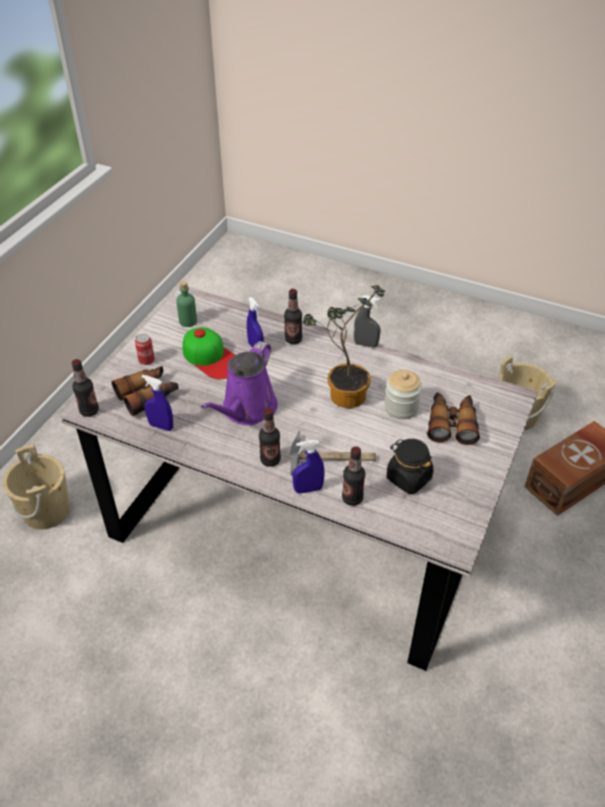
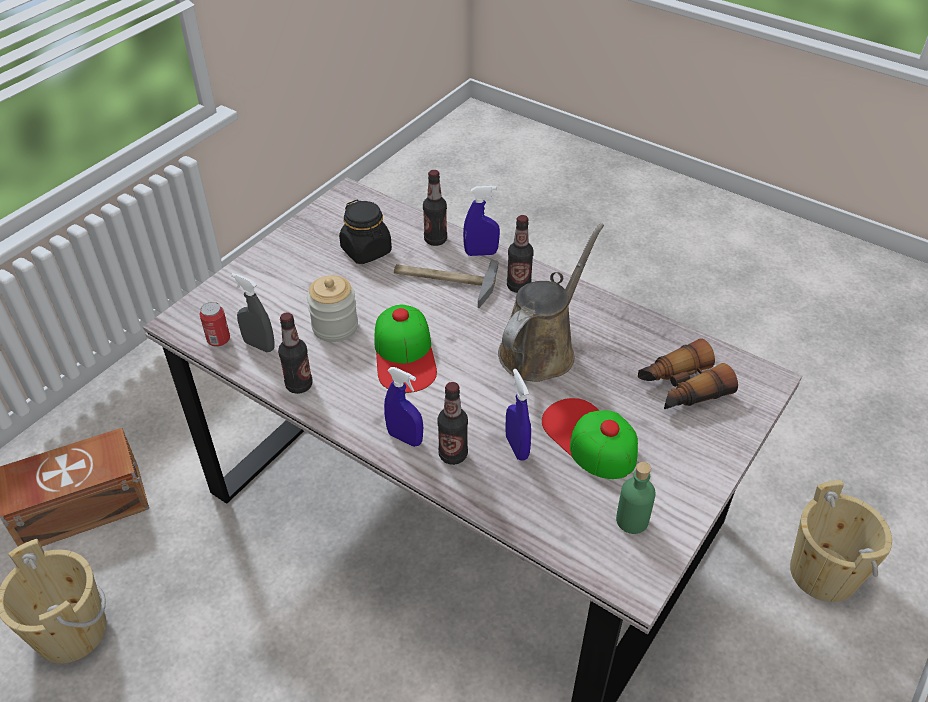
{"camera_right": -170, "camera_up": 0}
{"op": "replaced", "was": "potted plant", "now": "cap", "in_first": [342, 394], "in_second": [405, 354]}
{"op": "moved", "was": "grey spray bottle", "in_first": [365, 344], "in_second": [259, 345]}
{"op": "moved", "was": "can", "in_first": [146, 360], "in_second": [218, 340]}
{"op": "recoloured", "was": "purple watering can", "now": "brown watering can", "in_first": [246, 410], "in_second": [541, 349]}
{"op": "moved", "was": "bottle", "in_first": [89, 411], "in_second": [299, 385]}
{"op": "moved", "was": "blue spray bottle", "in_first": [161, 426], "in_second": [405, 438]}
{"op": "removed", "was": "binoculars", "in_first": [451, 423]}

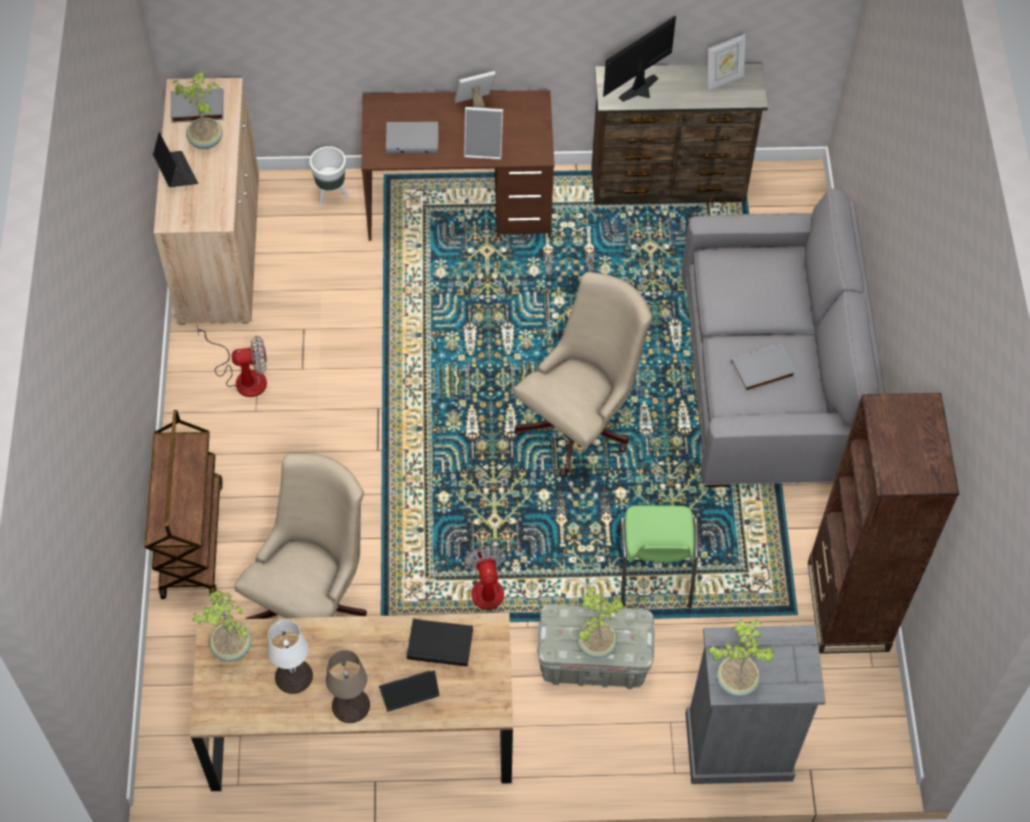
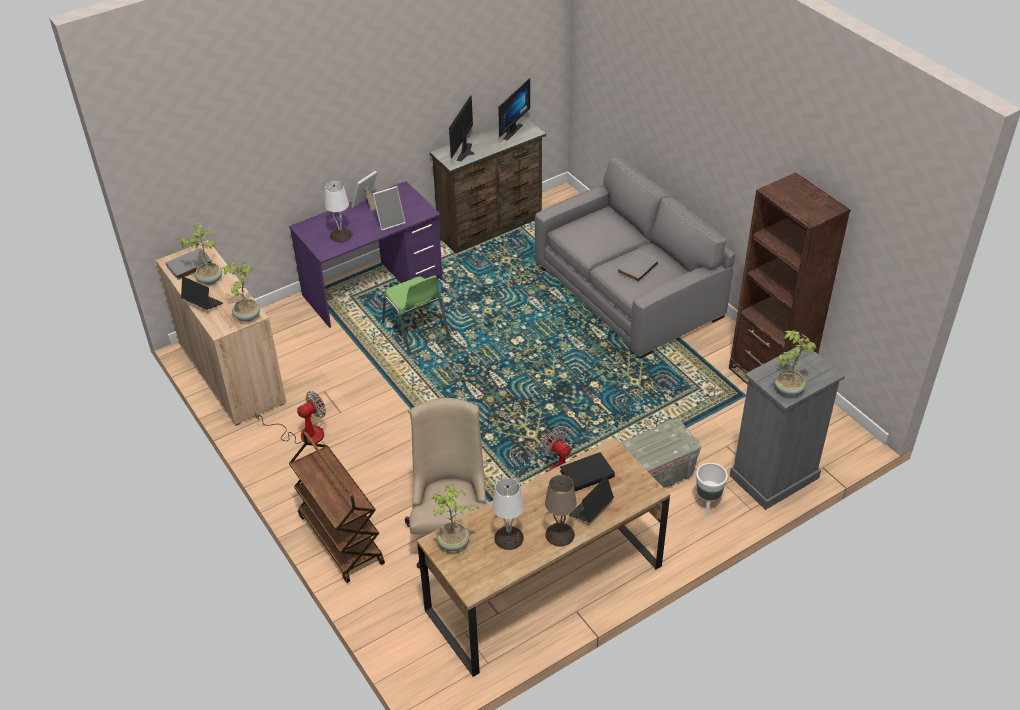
{"camera_right": -30, "camera_up": -15}
{"op": "replaced", "was": "picture frame", "now": "monitor", "in_first": [723, 80], "in_second": [509, 131]}
{"op": "recoloured", "was": "brown desk", "now": "purple desk", "in_first": [459, 206], "in_second": [373, 287]}
{"op": "replaced", "was": "grey book", "now": "white table lamp", "in_first": [412, 139], "in_second": [341, 235]}
{"op": "moved", "was": "white planter", "in_first": [331, 194], "in_second": [707, 504]}
{"op": "removed", "was": "beige office chair", "in_first": [580, 422]}
{"op": "moved", "was": "green chair", "in_first": [654, 570], "in_second": [416, 330]}
{"op": "moved", "was": "potted plant", "in_first": [595, 644], "in_second": [246, 316]}

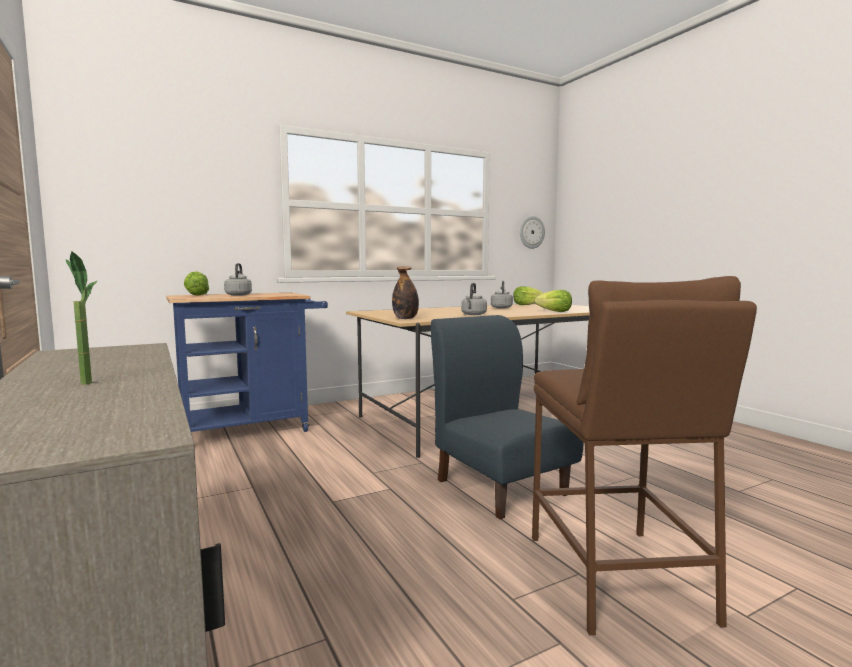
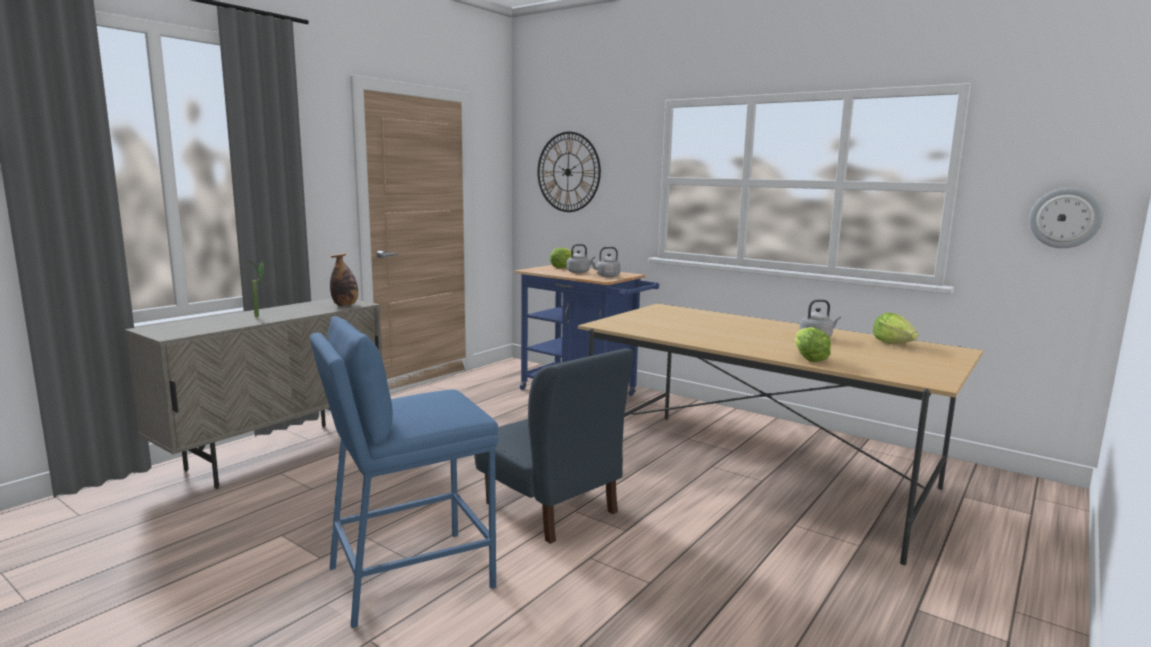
{"camera_right": 65, "camera_up": 5}
{"op": "moved", "was": "bottle", "in_first": [405, 318], "in_second": [345, 305]}
{"op": "recoloured", "was": "brown stool", "now": "blue stool", "in_first": [616, 576], "in_second": [409, 576]}
{"op": "moved", "was": "grey kettle", "in_first": [473, 314], "in_second": [606, 276]}
{"op": "turned", "was": "blue chair", "in_first": [500, 486], "in_second": [551, 508], "clockwise": 105}
{"op": "added", "now": "wall clock", "in_second": [568, 172]}

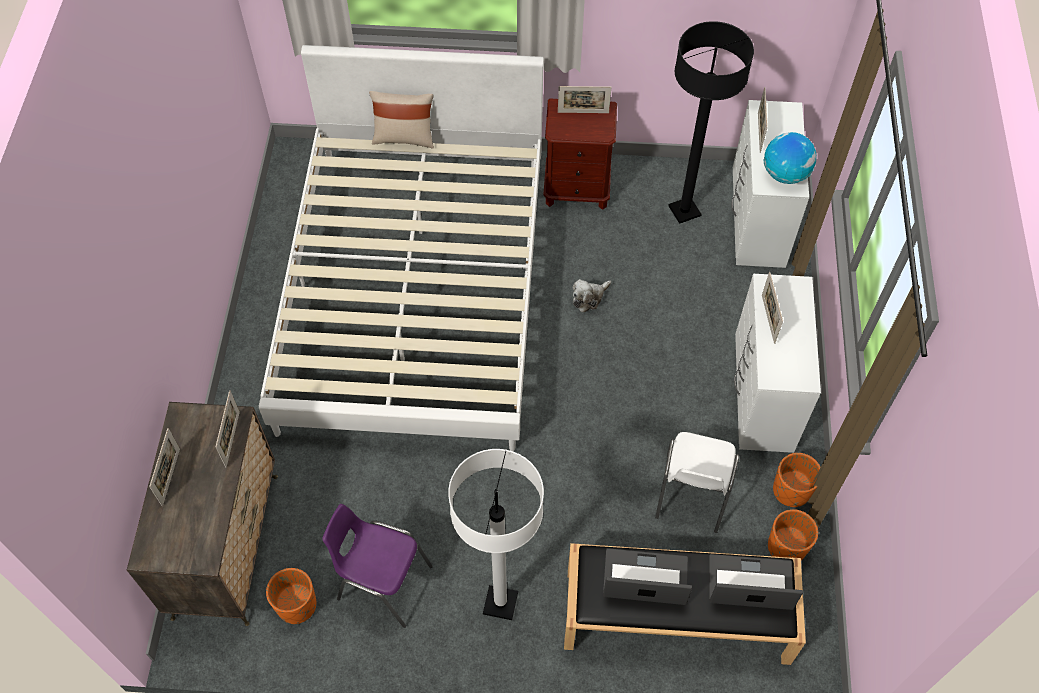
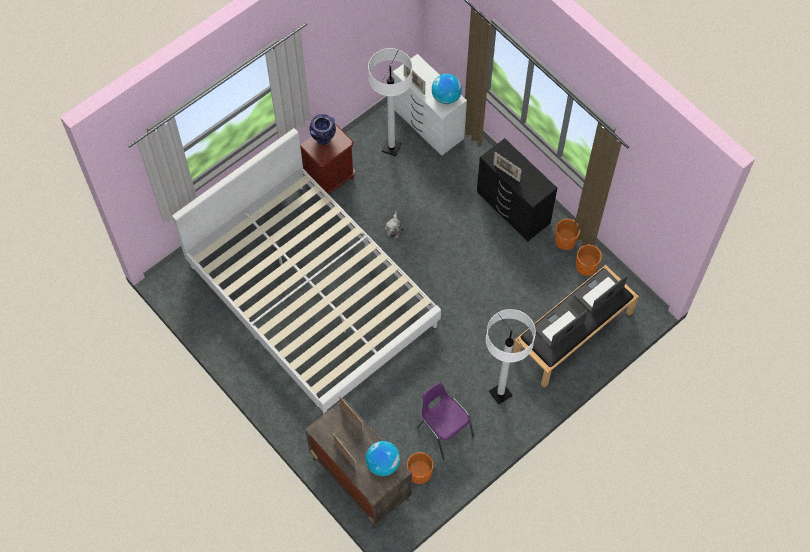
{"camera_right": -45, "camera_up": 5}
{"op": "recoloured", "was": "black floor lamp", "now": "white floor lamp", "in_first": [684, 211], "in_second": [391, 148]}
{"op": "replaced", "was": "picture frame", "now": "vase", "in_first": [583, 112], "in_second": [323, 139]}
{"op": "removed", "was": "beige pillow", "in_first": [404, 137]}
{"op": "recoloured", "was": "white dresser", "now": "black dresser", "in_first": [761, 395], "in_second": [513, 209]}
{"op": "removed", "was": "white chair", "in_first": [691, 495]}
{"op": "turned", "was": "purple chair", "in_first": [382, 582], "in_second": [444, 431], "clockwise": 75}
{"op": "added", "now": "globe", "in_second": [382, 463]}

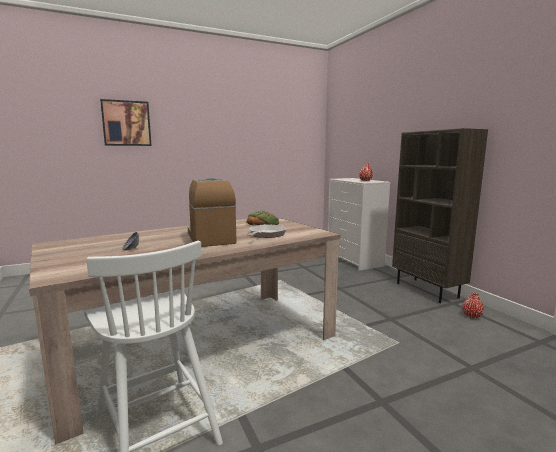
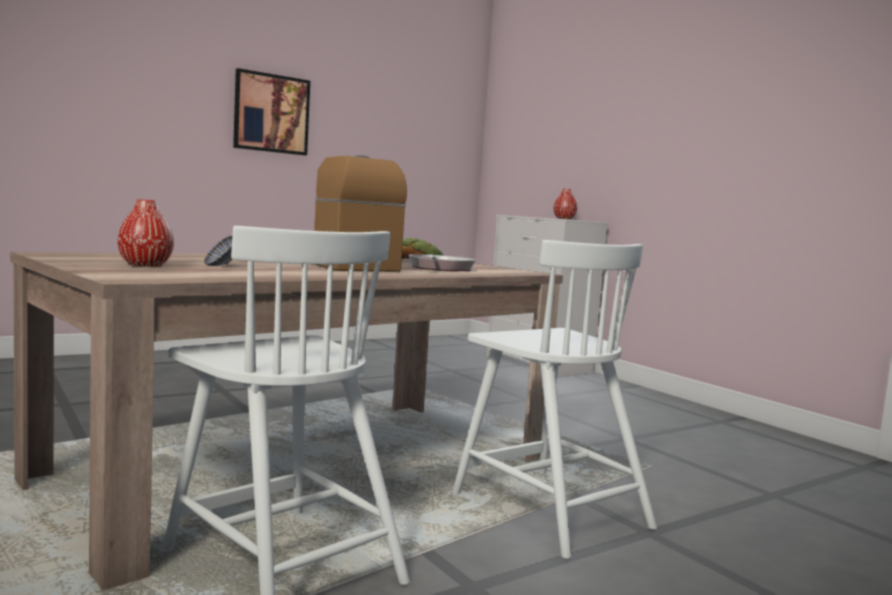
{"camera_right": -10, "camera_up": -5}
{"op": "moved", "was": "picture", "in_first": [126, 123], "in_second": [271, 113]}
{"op": "removed", "was": "brown bookcase", "in_first": [427, 290]}
{"op": "moved", "was": "red vase", "in_first": [472, 316], "in_second": [145, 265]}
{"op": "added", "now": "white chair", "in_second": [548, 509]}

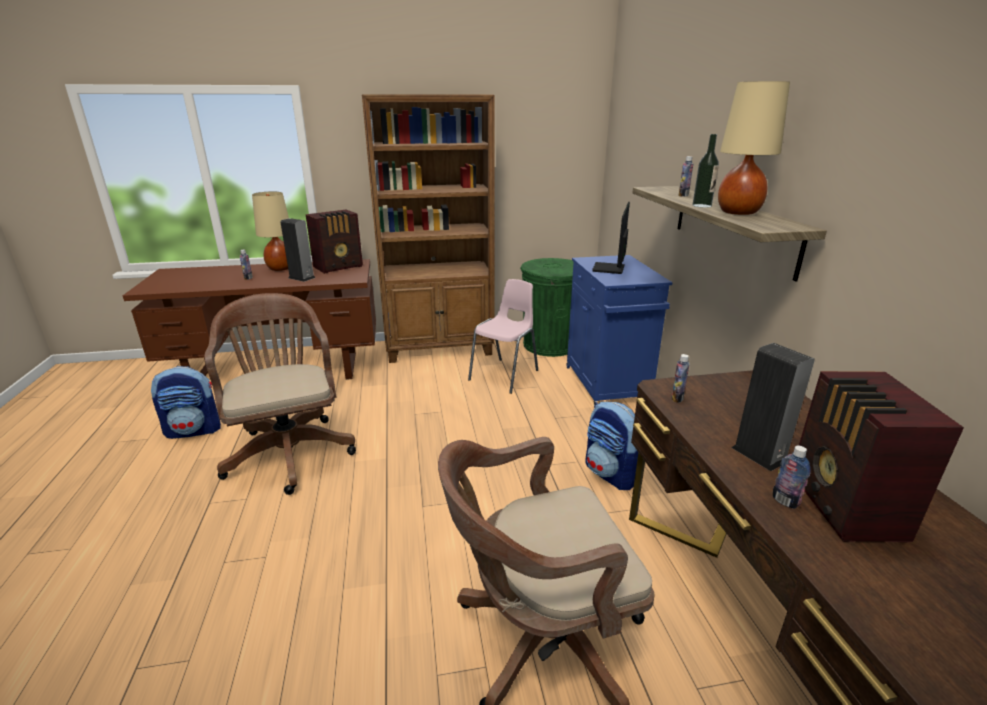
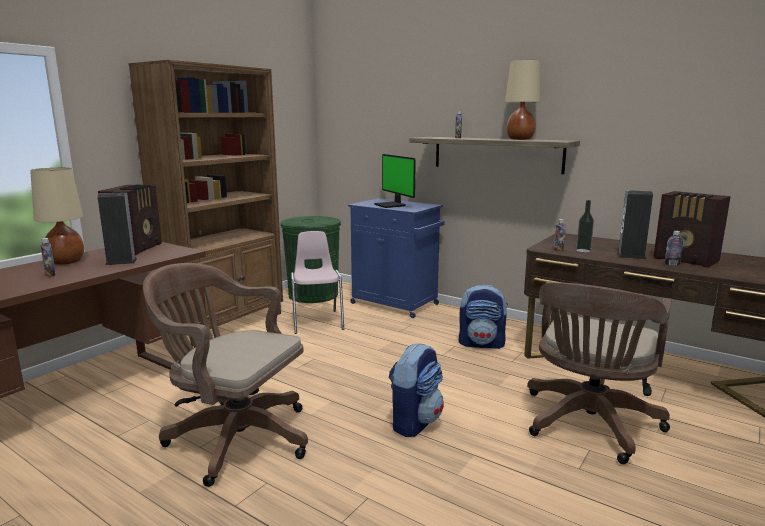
{"camera_right": -45, "camera_up": -10}
{"op": "moved", "was": "bottle", "in_first": [701, 206], "in_second": [583, 250]}
{"op": "moved", "was": "backpack", "in_first": [194, 430], "in_second": [414, 422]}

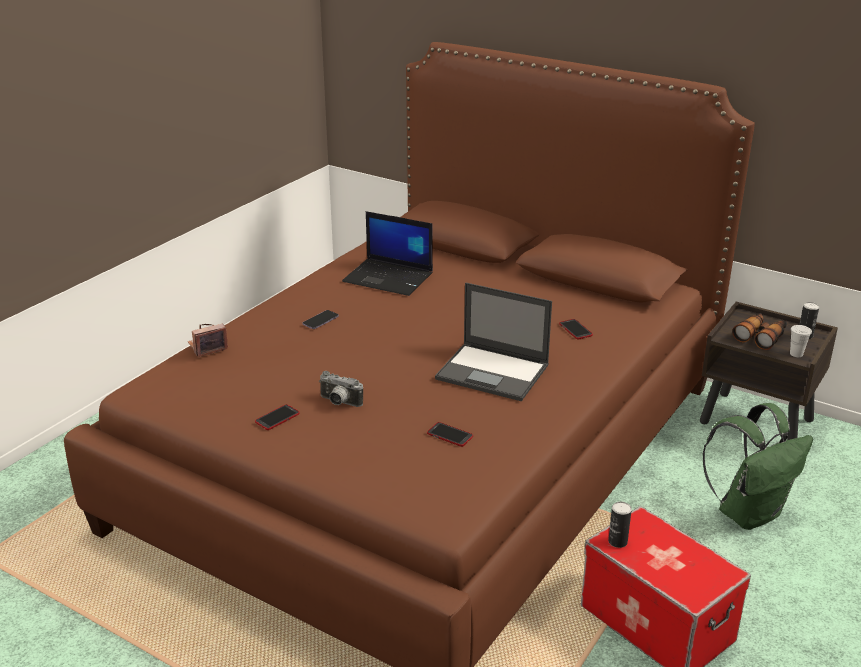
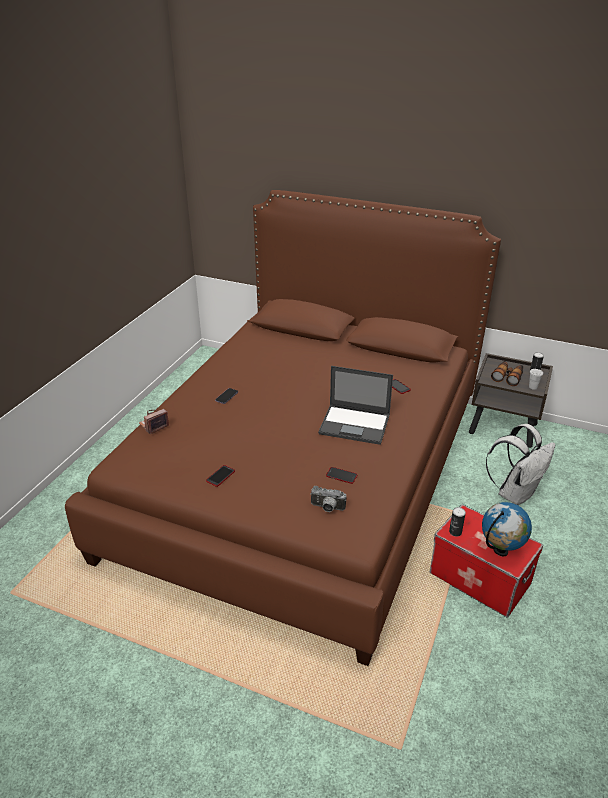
{"camera_right": -10, "camera_up": 5}
{"op": "removed", "was": "laptop", "in_first": [389, 278]}
{"op": "moved", "was": "photo camera", "in_first": [339, 403], "in_second": [327, 508]}
{"op": "recoloured", "was": "green backpack", "now": "white backpack", "in_first": [749, 513], "in_second": [515, 493]}
{"op": "added", "now": "globe", "in_second": [500, 551]}

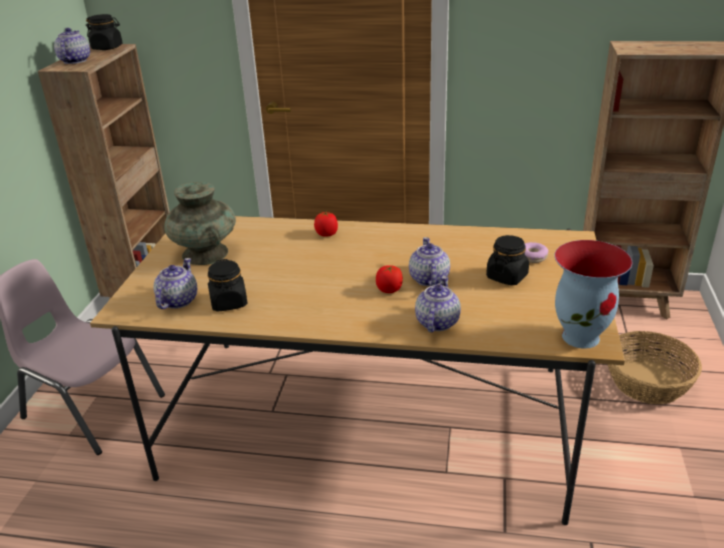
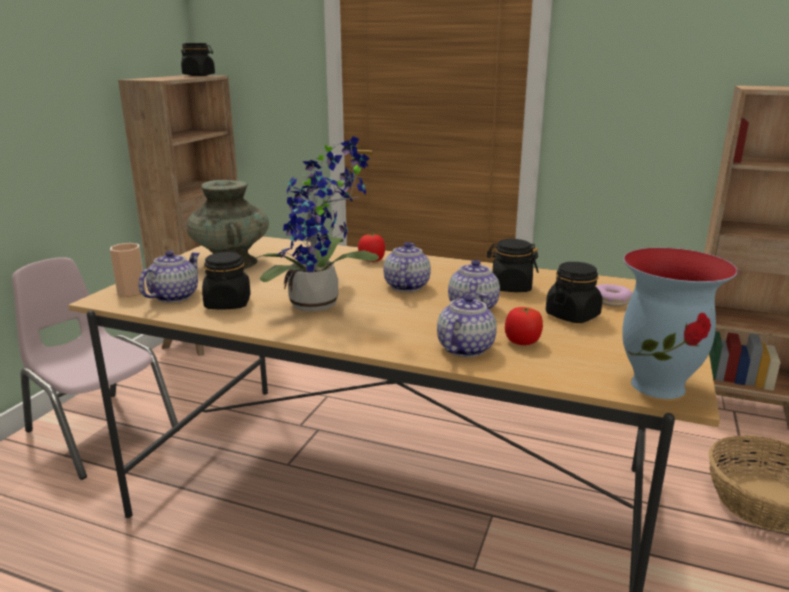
{"camera_right": 10, "camera_up": -10}
{"op": "moved", "was": "teapot", "in_first": [75, 61], "in_second": [406, 286]}
{"op": "moved", "was": "tomato", "in_first": [389, 290], "in_second": [522, 342]}
{"op": "added", "now": "potted plant", "in_second": [321, 304]}
{"op": "added", "now": "black jar", "in_second": [510, 287]}
{"op": "added", "now": "cup", "in_second": [131, 291]}

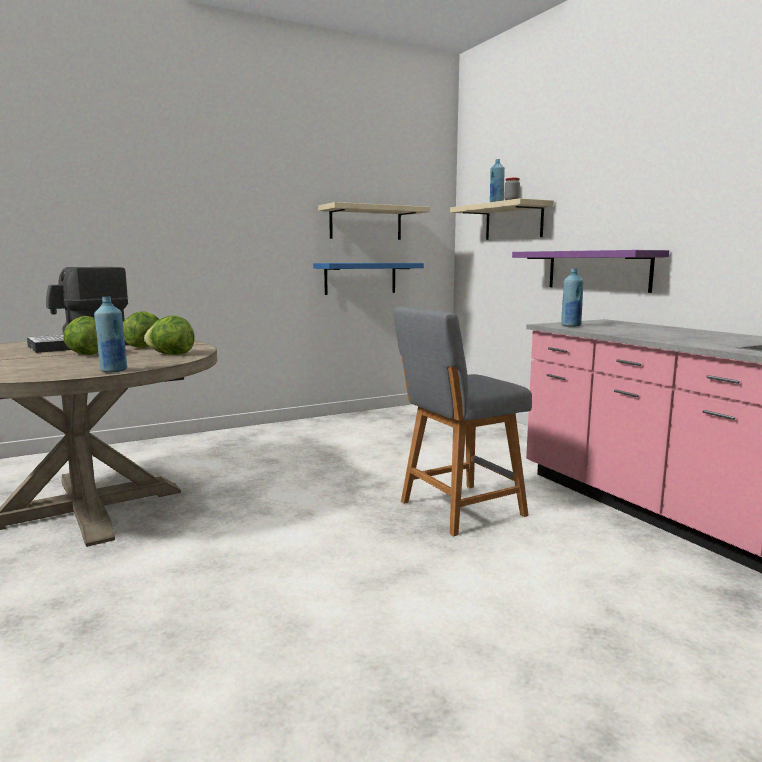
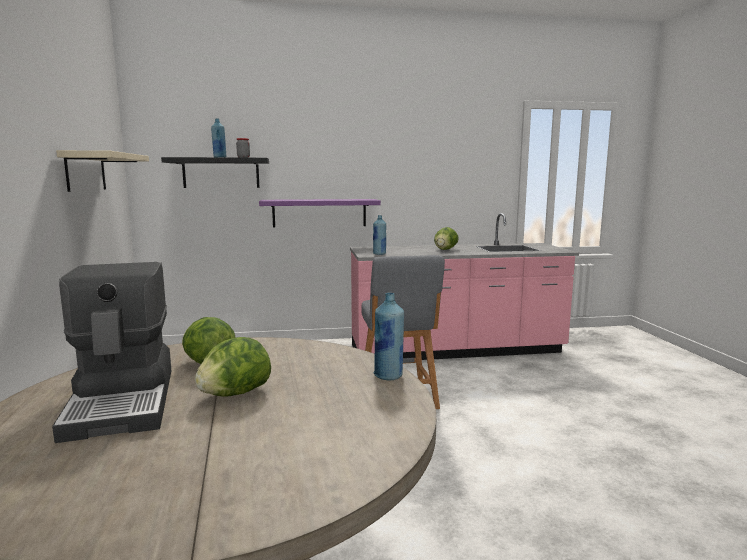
{"camera_right": -70, "camera_up": 0}
{"op": "recoloured", "was": "beige shelf", "now": "black shelf", "in_first": [513, 221], "in_second": [221, 173]}
{"op": "removed", "was": "blue shelf", "in_first": [360, 278]}
{"op": "moved", "was": "lettuce", "in_first": [171, 354], "in_second": [445, 249]}

